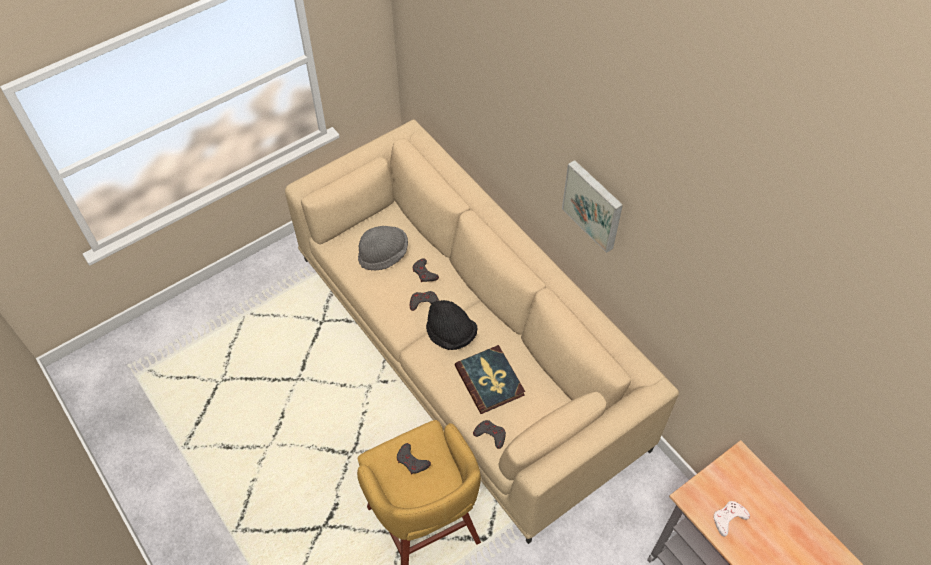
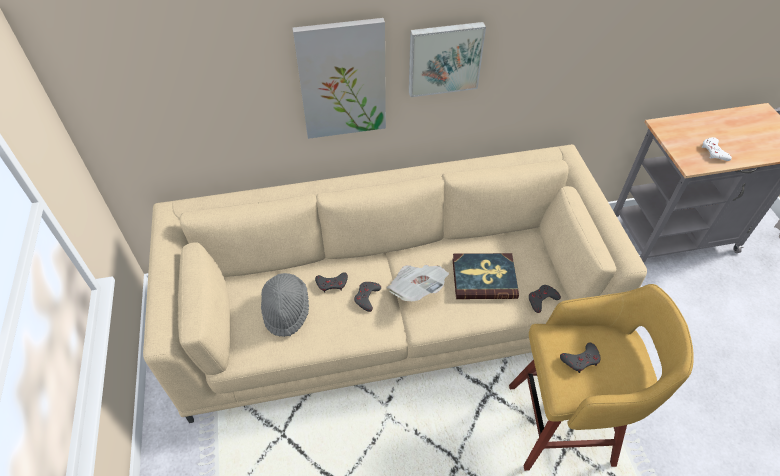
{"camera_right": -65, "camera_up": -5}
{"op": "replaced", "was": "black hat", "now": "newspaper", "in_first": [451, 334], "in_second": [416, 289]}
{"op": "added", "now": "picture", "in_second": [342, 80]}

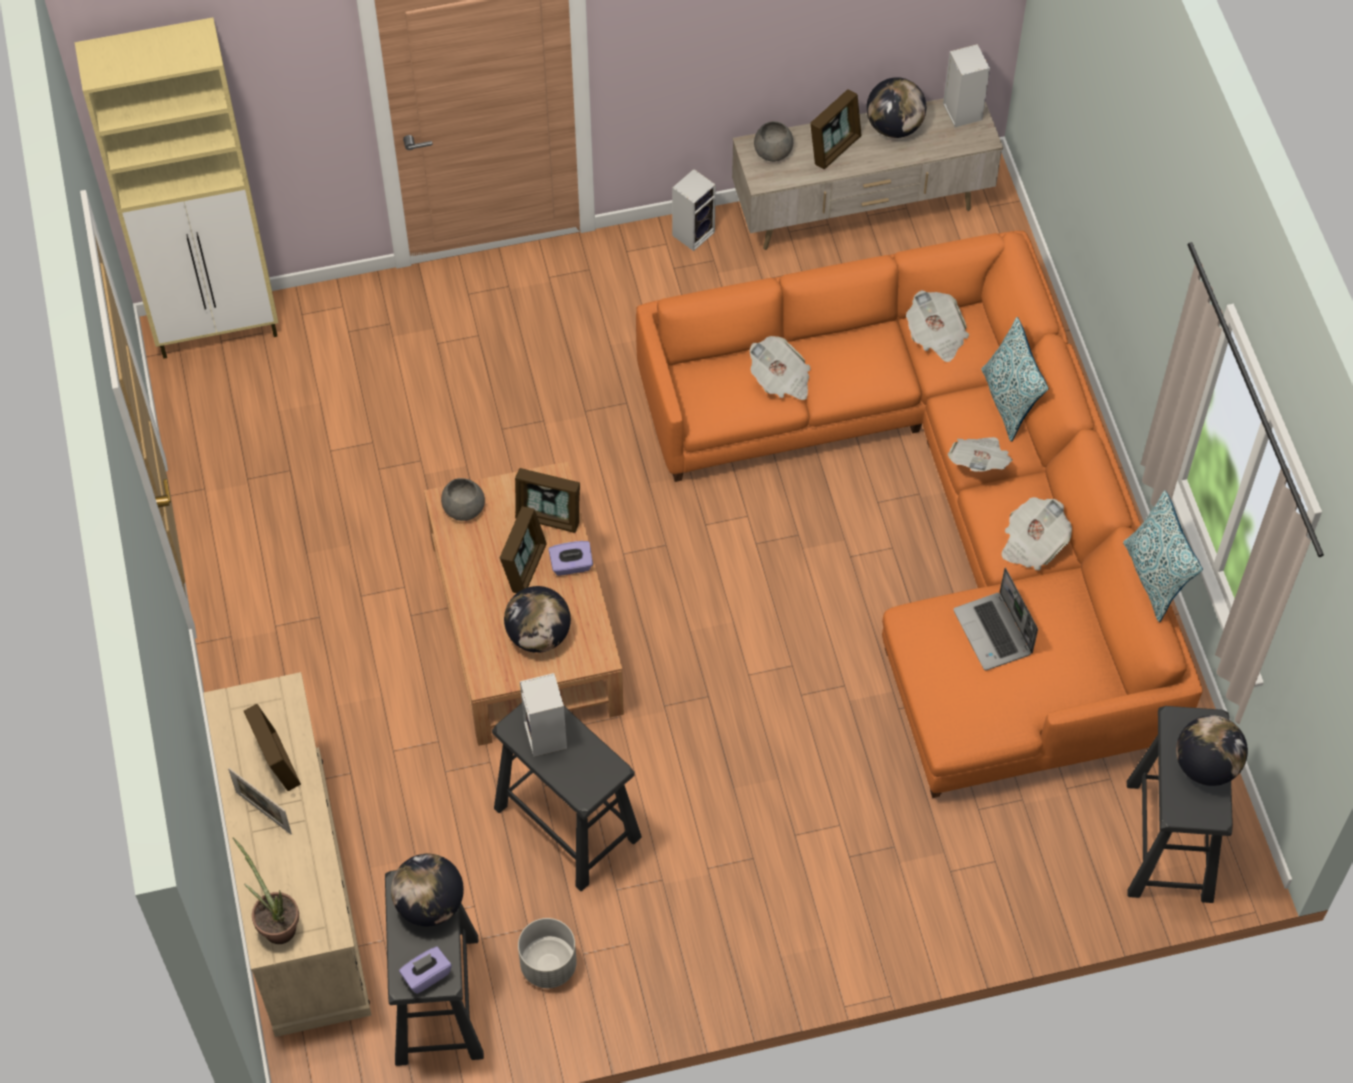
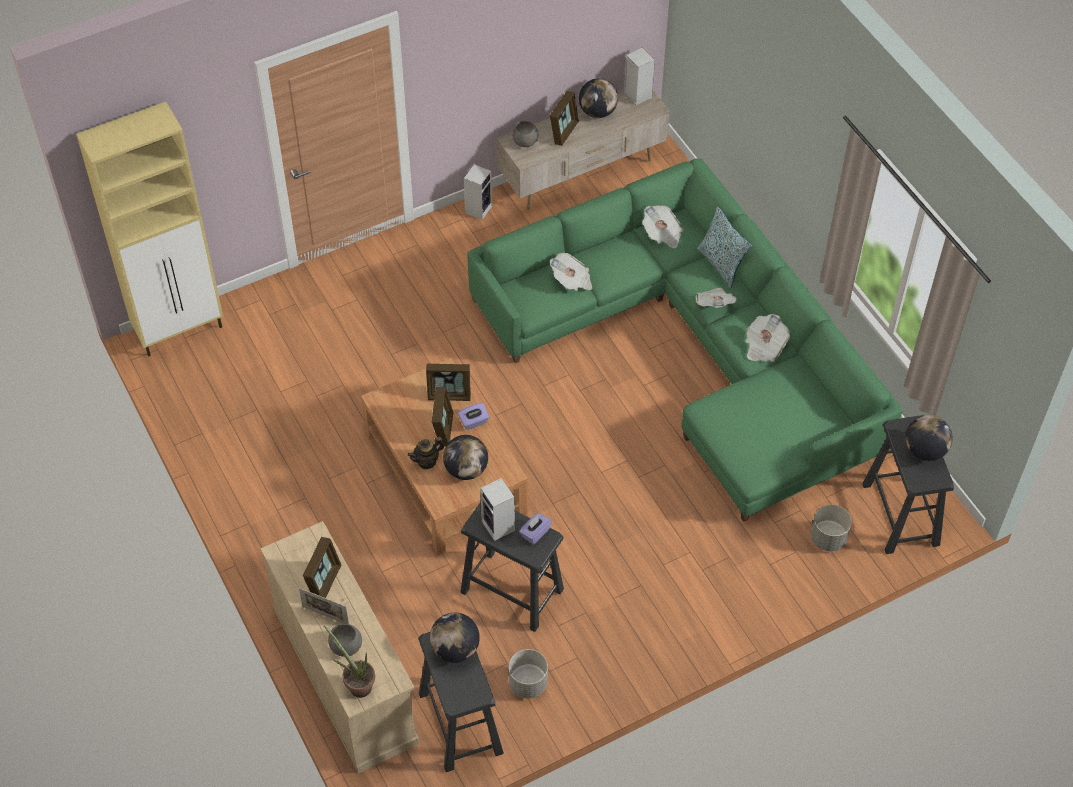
{"camera_right": -15, "camera_up": -5}
{"op": "recoloured", "was": "orange sofa", "now": "green sofa", "in_first": [944, 514], "in_second": [694, 347]}
{"op": "moved", "was": "grey bowl", "in_first": [463, 507], "in_second": [345, 645]}
{"op": "removed", "was": "pillow", "in_first": [1154, 578]}
{"op": "removed", "was": "laptop", "in_first": [994, 633]}
{"op": "turned", "was": "picture frame", "in_first": [276, 762], "in_second": [324, 582], "clockwise": 60}
{"op": "moved", "was": "purple tissue box", "in_first": [426, 975], "in_second": [535, 533]}
{"op": "added", "now": "teapot", "in_second": [427, 461]}
{"op": "added", "now": "grey planter", "in_second": [828, 538]}

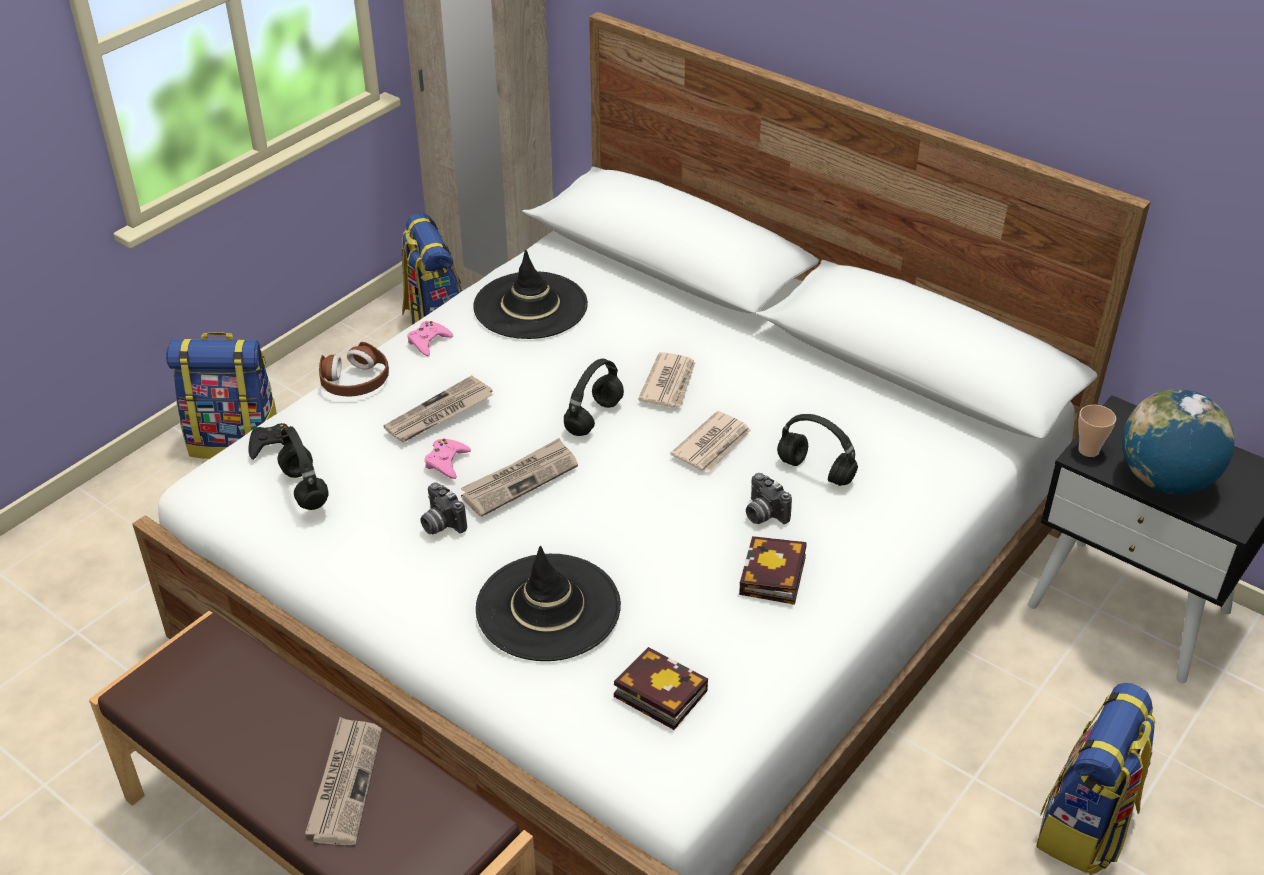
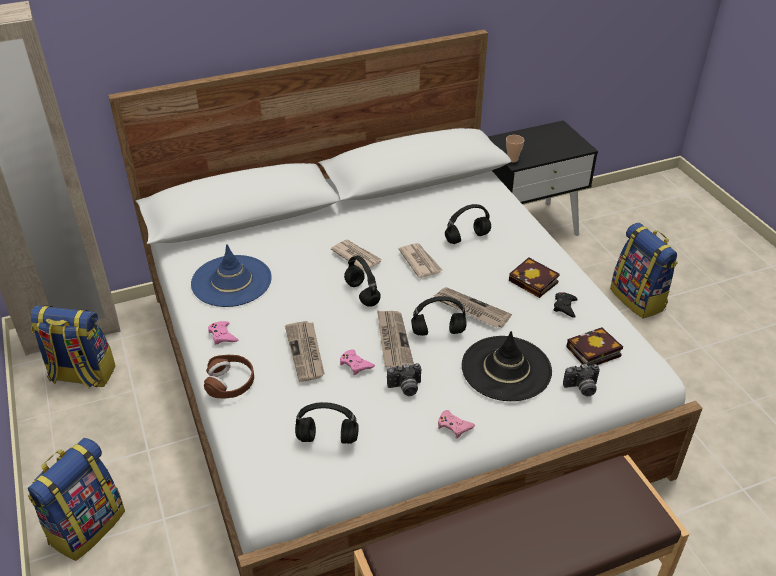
{"camera_right": -60, "camera_up": 0}
{"op": "recoloured", "was": "black hat", "now": "blue hat", "in_first": [530, 306], "in_second": [231, 281]}
{"op": "removed", "was": "globe", "in_first": [1165, 481]}
{"op": "moved", "was": "black game controller", "in_first": [272, 445], "in_second": [565, 307]}
{"op": "moved", "was": "photo camera", "in_first": [763, 514], "in_second": [581, 388]}
{"op": "moved", "was": "newspaper", "in_first": [345, 783], "in_second": [470, 309]}
{"op": "added", "now": "black headphones", "in_second": [437, 332]}
{"op": "added", "now": "pink game controller", "in_second": [454, 426]}

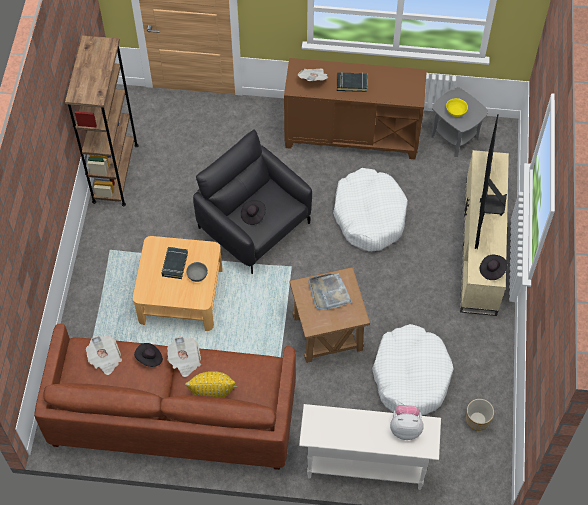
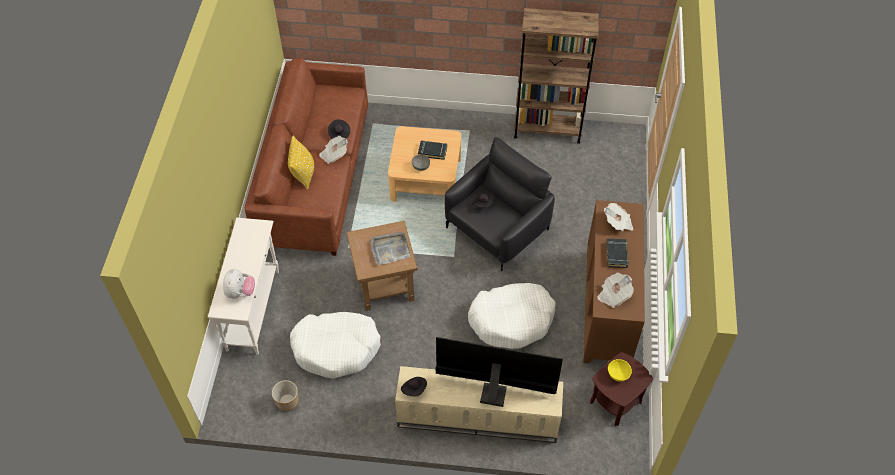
{"camera_right": 90, "camera_up": -5}
{"op": "recoloured", "was": "grey side table", "now": "brown side table", "in_first": [454, 137], "in_second": [615, 401]}
{"op": "moved", "was": "newspaper", "in_first": [105, 359], "in_second": [613, 295]}

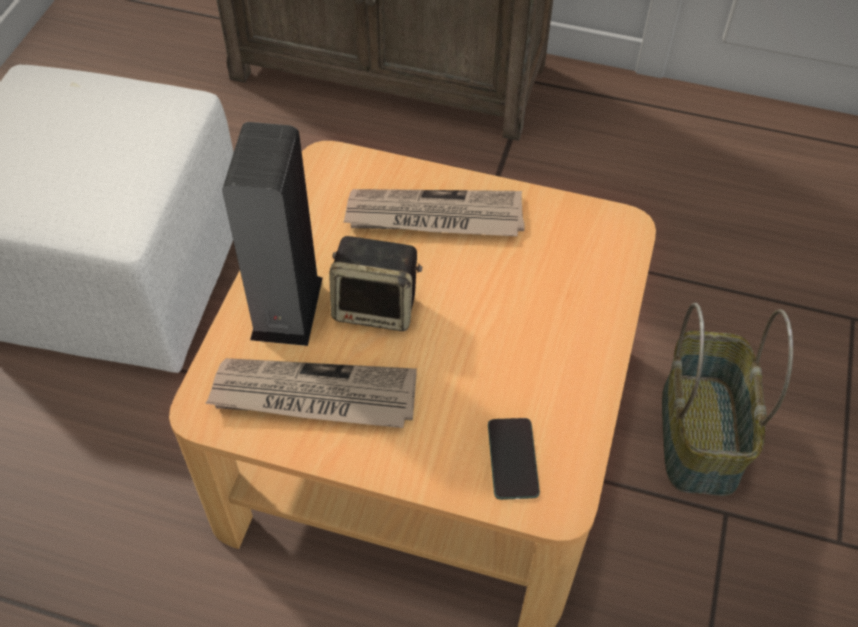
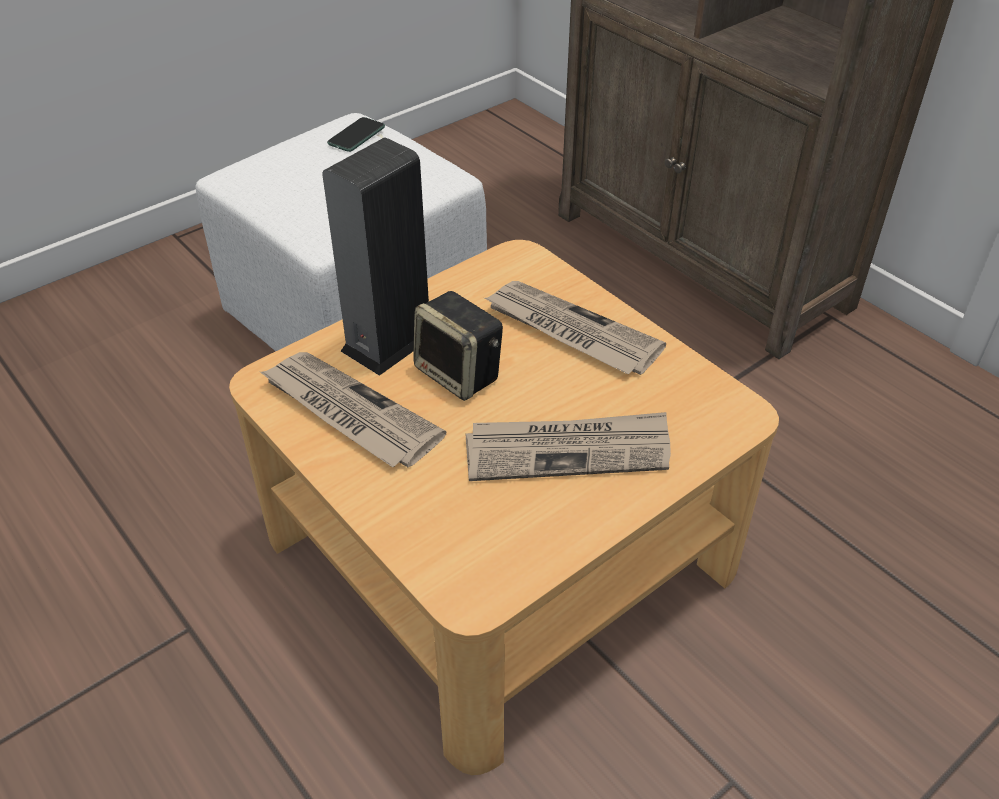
{"camera_right": 35, "camera_up": -10}
{"op": "removed", "was": "basket", "in_first": [701, 435]}
{"op": "moved", "was": "phone", "in_first": [512, 459], "in_second": [356, 136]}
{"op": "added", "now": "newspaper", "in_second": [568, 450]}

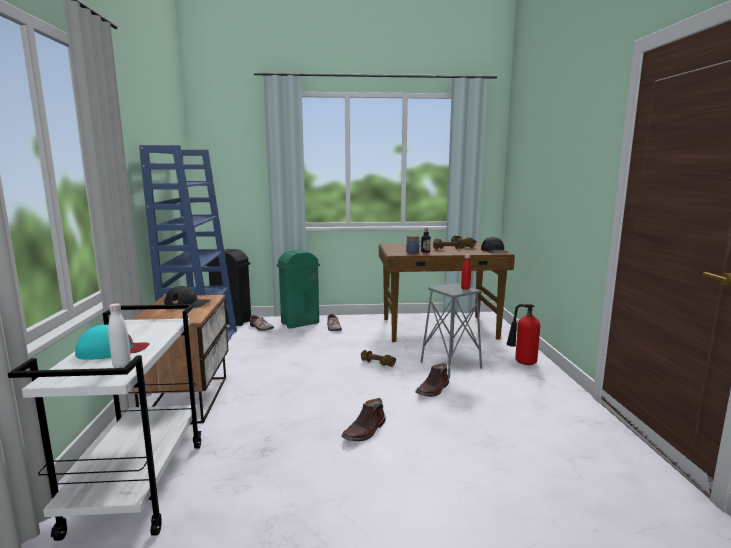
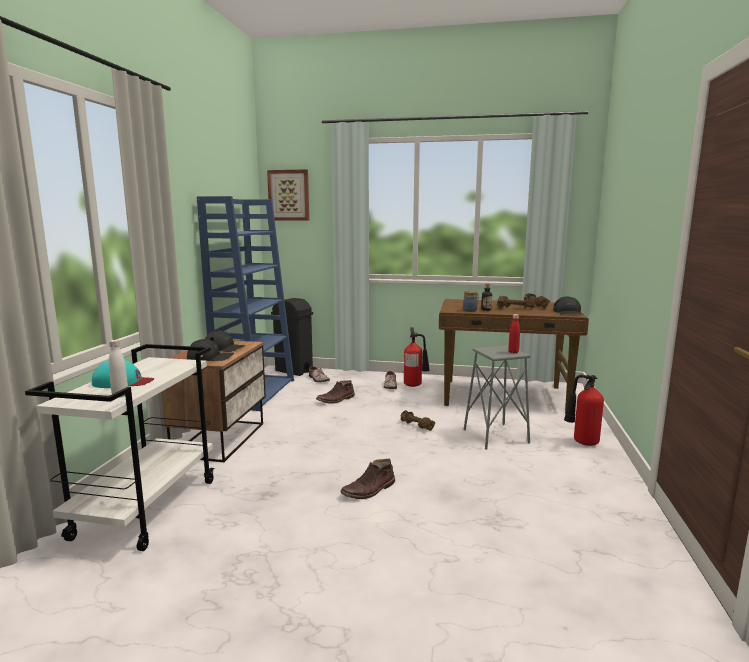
{"camera_right": 15, "camera_up": 0}
{"op": "removed", "was": "green trash can", "in_first": [299, 323]}
{"op": "moved", "was": "brown boot", "in_first": [433, 390], "in_second": [336, 400]}
{"op": "added", "now": "picture", "in_second": [289, 195]}
{"op": "added", "now": "fire extinguisher", "in_second": [415, 385]}
{"op": "added", "now": "black cap", "in_second": [210, 357]}

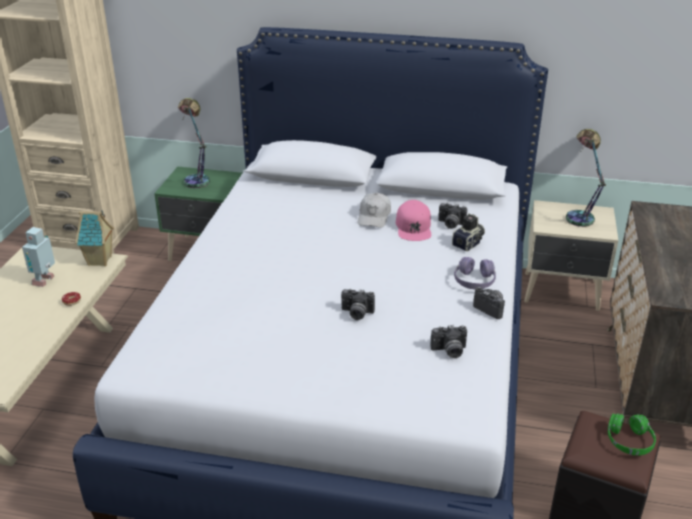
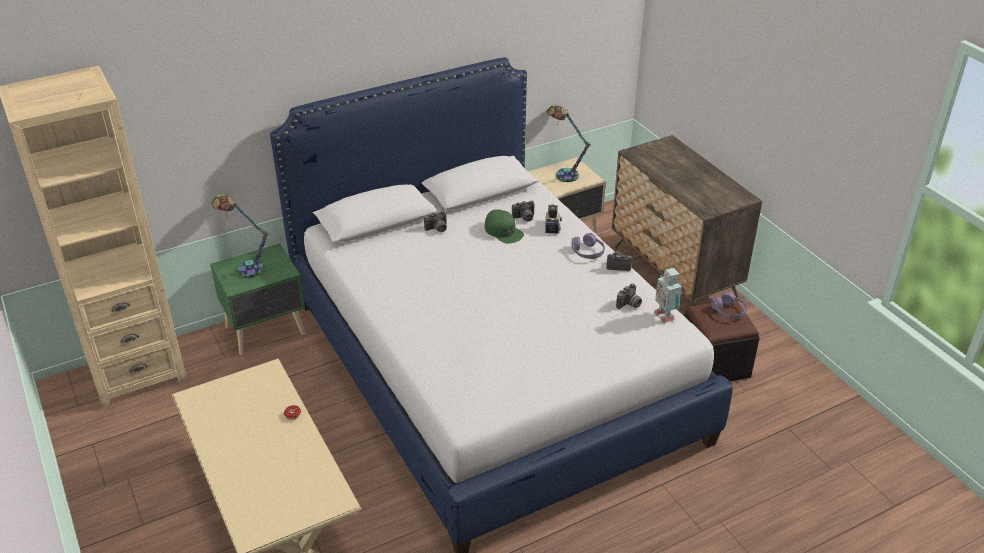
{"camera_right": -40, "camera_up": 5}
{"op": "removed", "was": "white cap", "in_first": [374, 216]}
{"op": "recoloured", "was": "pink cap", "now": "green cap", "in_first": [414, 227], "in_second": [503, 231]}
{"op": "removed", "was": "toy house", "in_first": [100, 261]}
{"op": "moved", "was": "toy robot", "in_first": [45, 281], "in_second": [665, 315]}
{"op": "moved", "was": "photo camera", "in_first": [356, 314], "in_second": [437, 229]}
{"op": "recoloured", "was": "green headphones", "now": "purple headphones", "in_first": [629, 441], "in_second": [729, 311]}

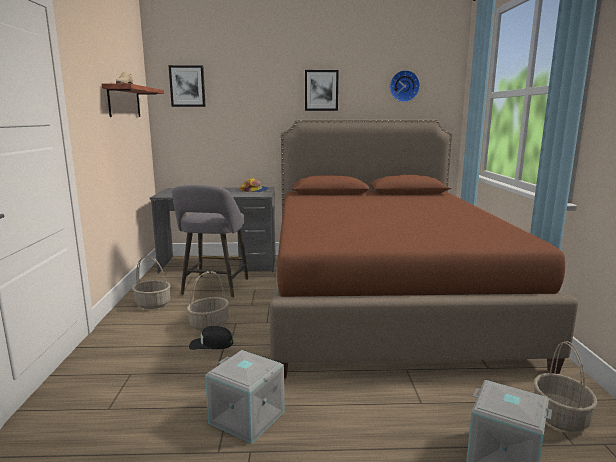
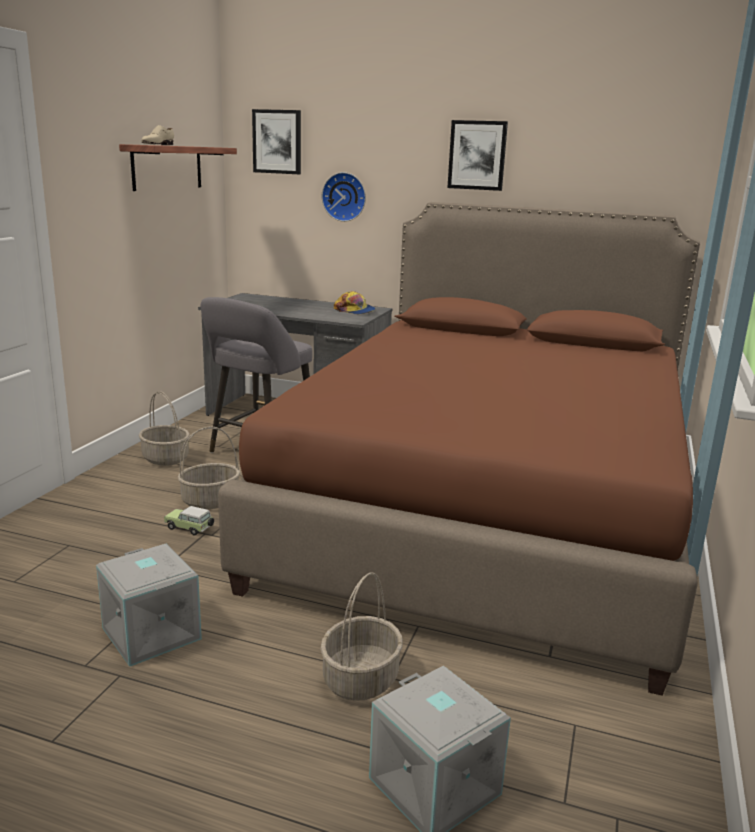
{"camera_right": 20, "camera_up": 5}
{"op": "moved", "was": "wall clock", "in_first": [404, 86], "in_second": [345, 197]}
{"op": "replaced", "was": "black cap", "now": "toy car", "in_first": [211, 344], "in_second": [190, 529]}
{"op": "moved", "was": "basket", "in_first": [560, 417], "in_second": [361, 680]}

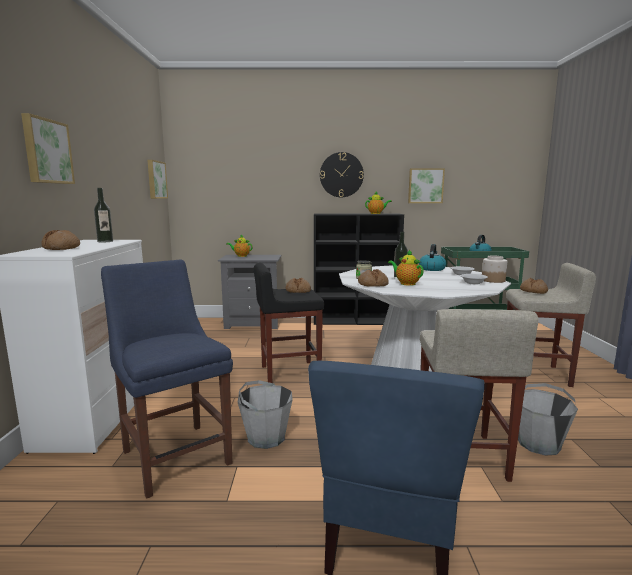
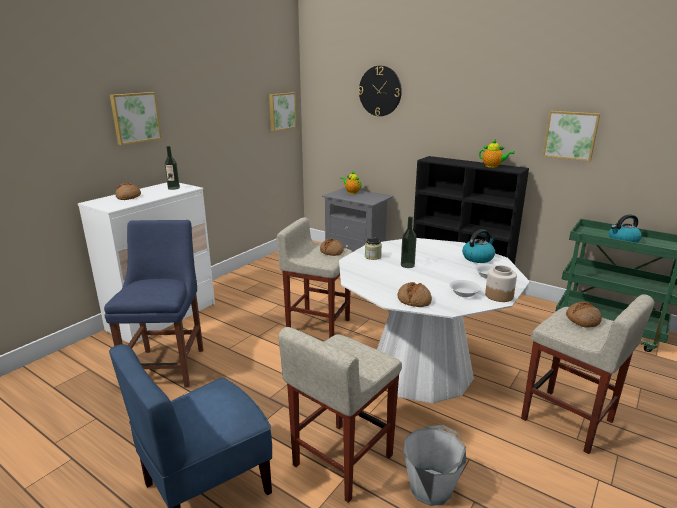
{"camera_right": 35, "camera_up": 10}
{"op": "moved", "was": "wall clock", "in_first": [341, 175], "in_second": [380, 91]}
{"op": "removed", "was": "teapot", "in_first": [406, 283]}
{"op": "recoloured", "was": "black stool", "now": "beige stool", "in_first": [289, 373], "in_second": [317, 326]}
{"op": "moved", "was": "bread", "in_first": [373, 284], "in_second": [414, 300]}
{"op": "removed", "was": "grey bucket", "in_first": [266, 437]}

